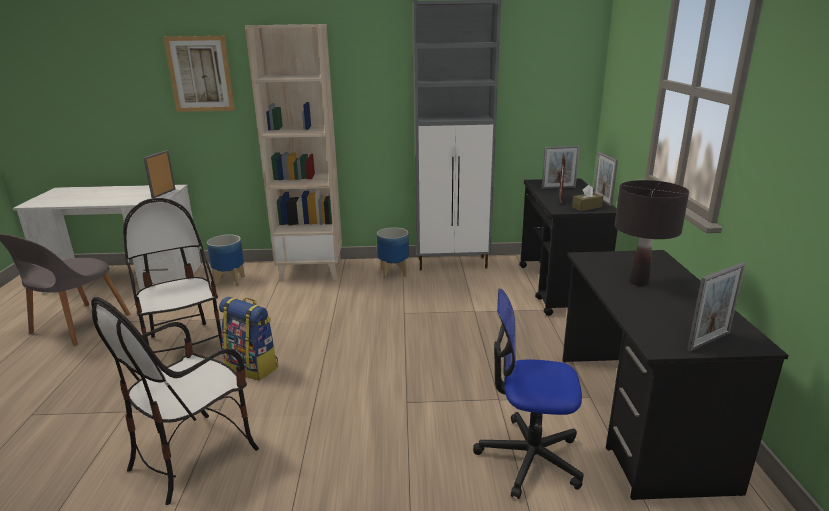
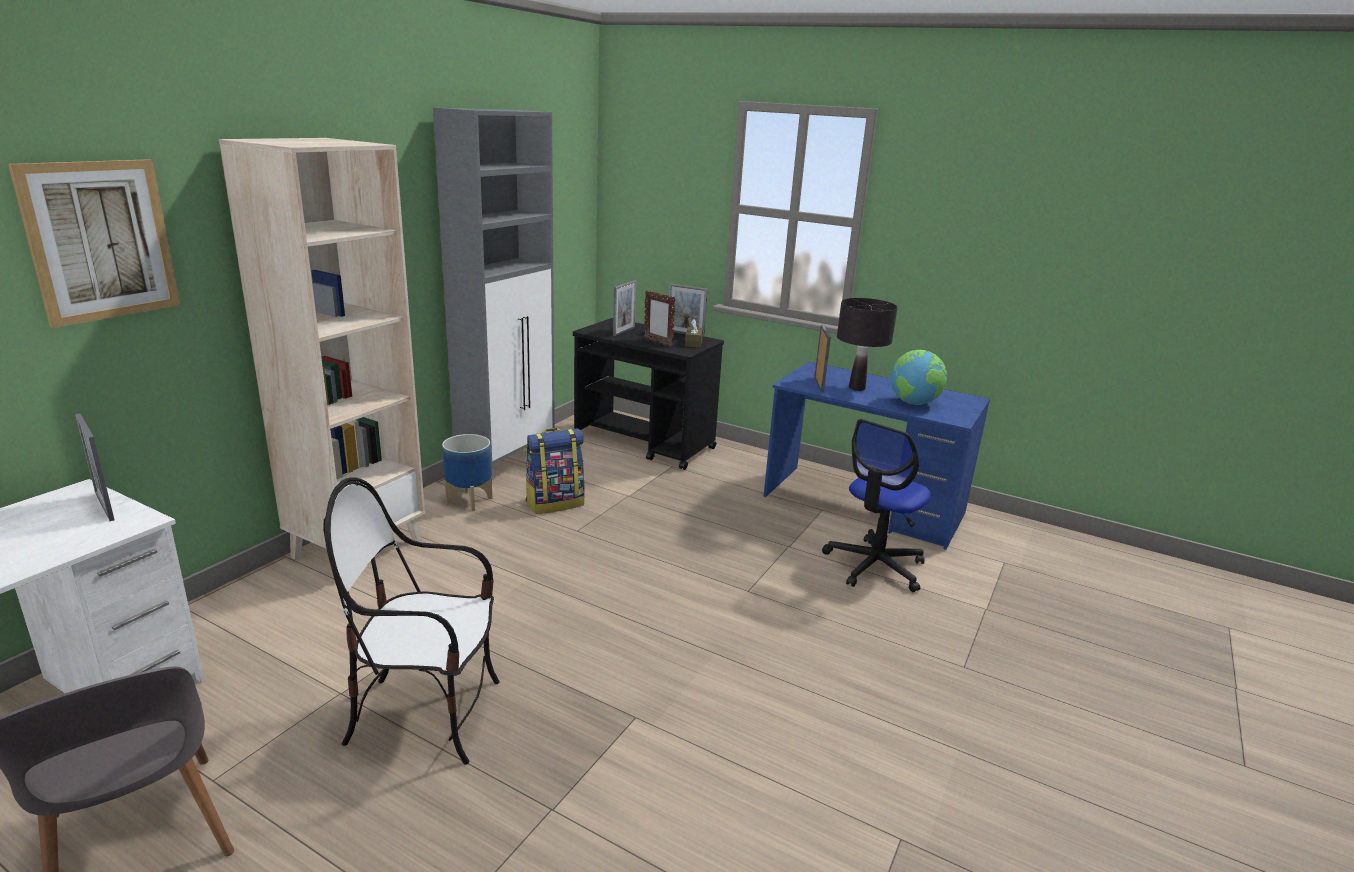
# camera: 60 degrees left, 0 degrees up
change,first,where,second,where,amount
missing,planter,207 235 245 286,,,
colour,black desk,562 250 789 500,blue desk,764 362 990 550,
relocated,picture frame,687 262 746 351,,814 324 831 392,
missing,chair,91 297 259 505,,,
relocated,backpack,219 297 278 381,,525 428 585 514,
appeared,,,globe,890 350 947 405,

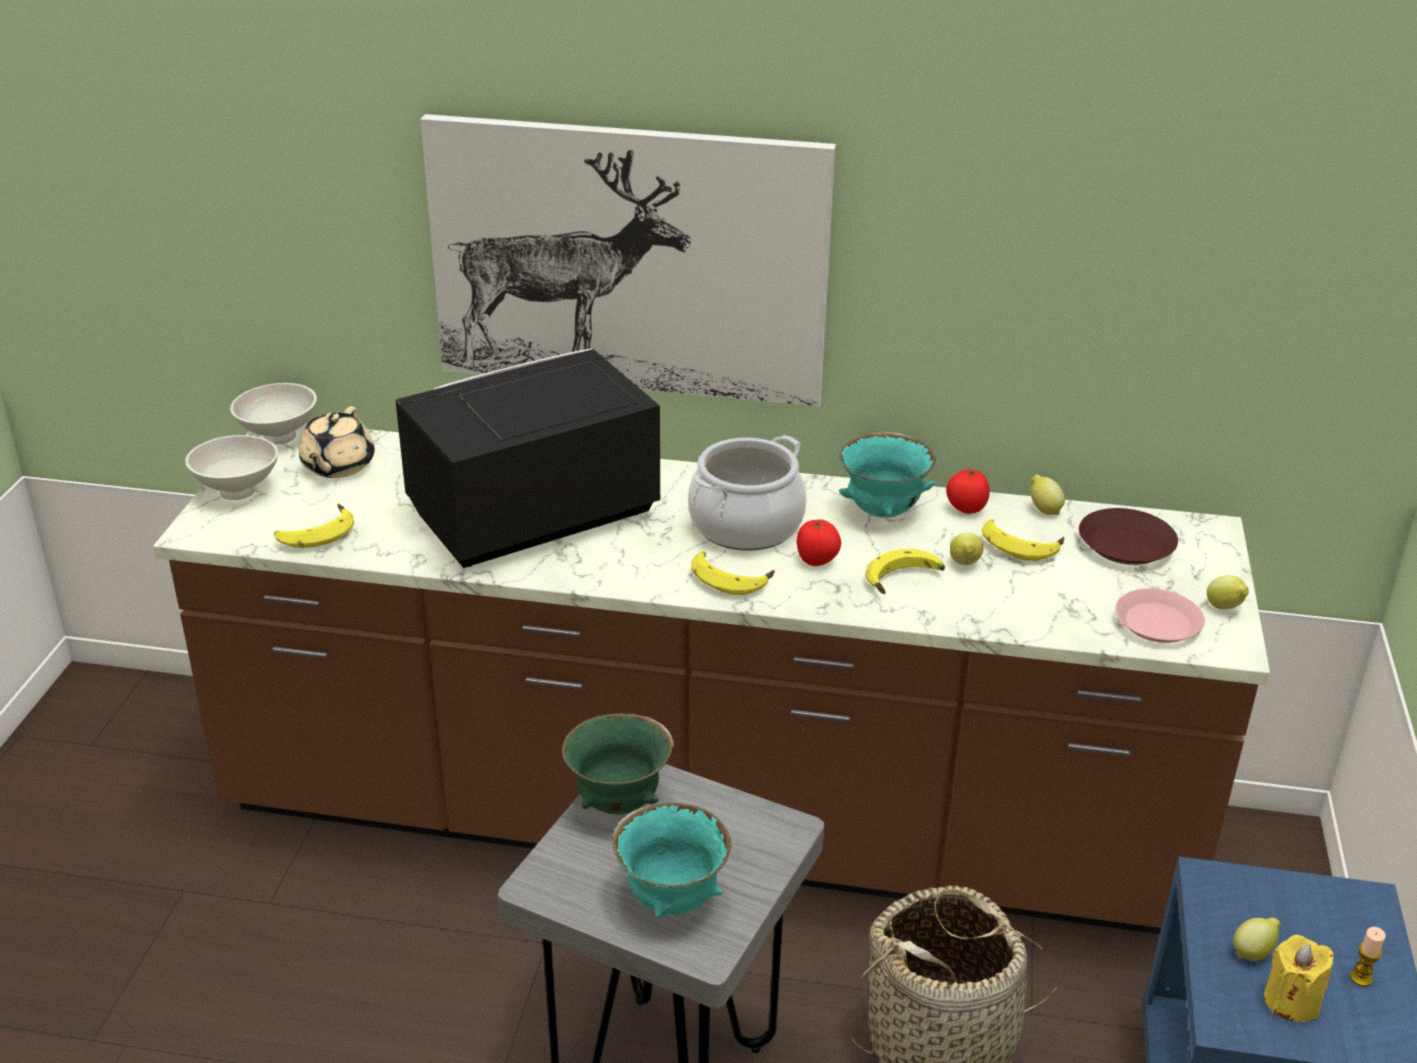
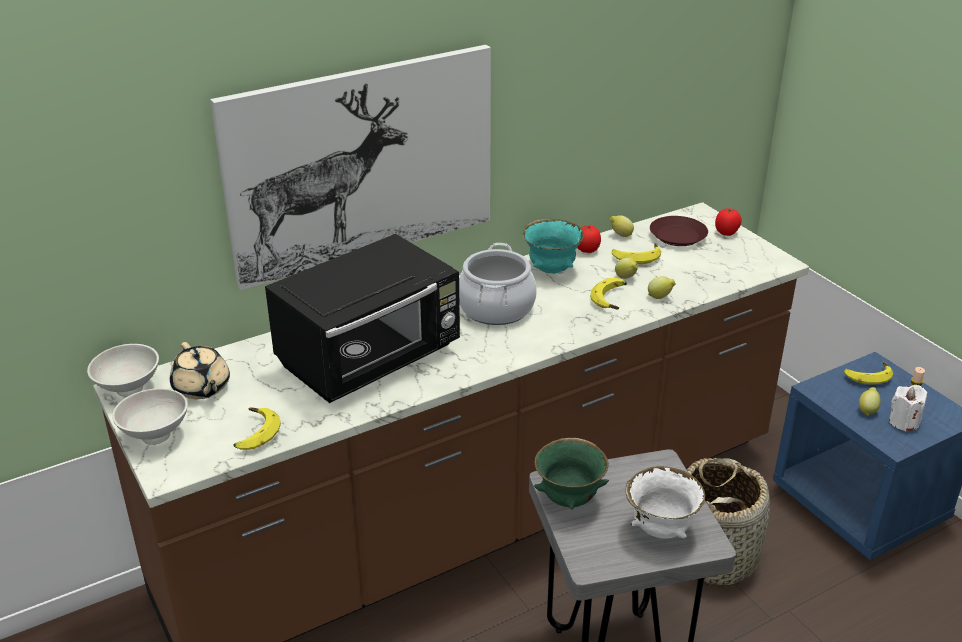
# camera: 40 degrees left, 0 degrees up
change,first,where,second,where,amount
spun,black microwave,395 349 660 568,,265 234 460 403,150 degrees counterclockwise
relocated,tomato,797 520 841 566,,715 208 742 236,
relocated,banana,691 552 775 595,,844 361 893 385,
relocated,lemon,1207 575 1249 610,,648 276 676 299,
missing,pink plate,1115 589 1205 643,,,
colour,turquoise bowl,612 803 732 918,white bowl,625 466 705 539,
colour,yellow candle,1264 935 1333 1022,white candle,889 385 927 432,

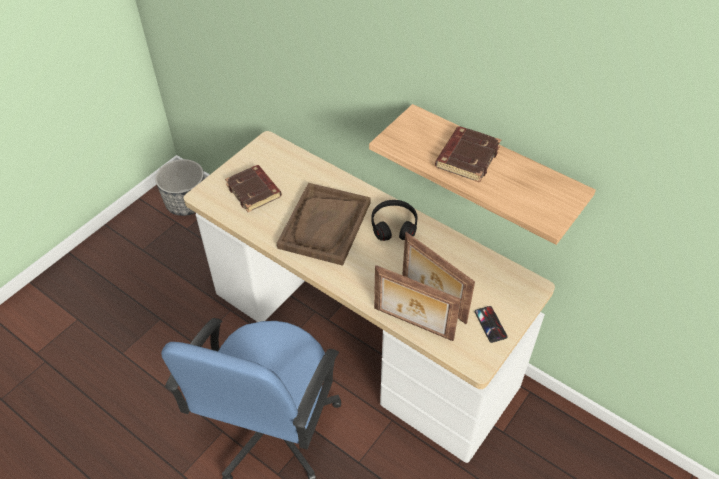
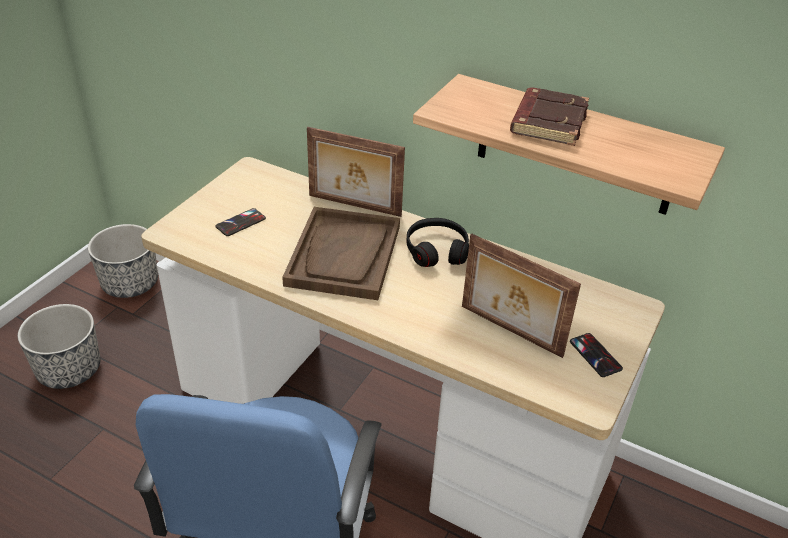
# camera: 10 degrees left, 10 degrees down
change,first,where,second,where,amount
exchanged,brown book,225 165 282 212,phone,215 208 266 236,
relocated,picture frame,374 265 461 341,,307 127 405 217,
appeared,,,planter,18 304 101 389,

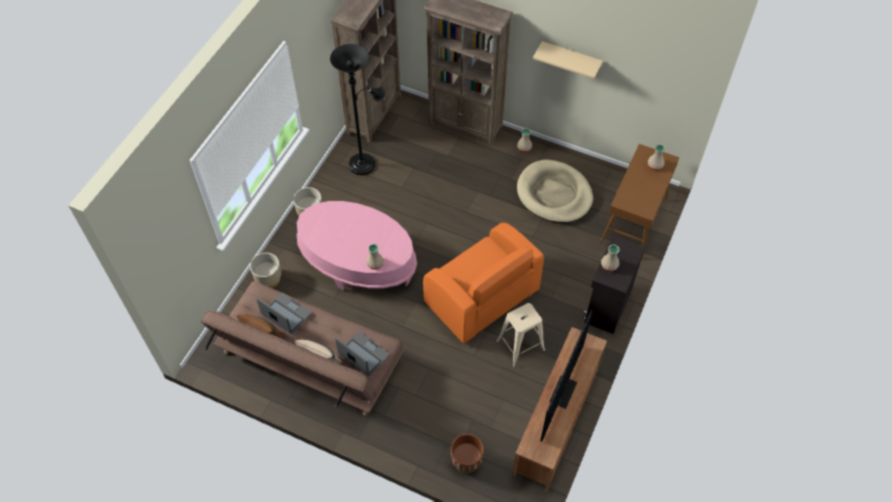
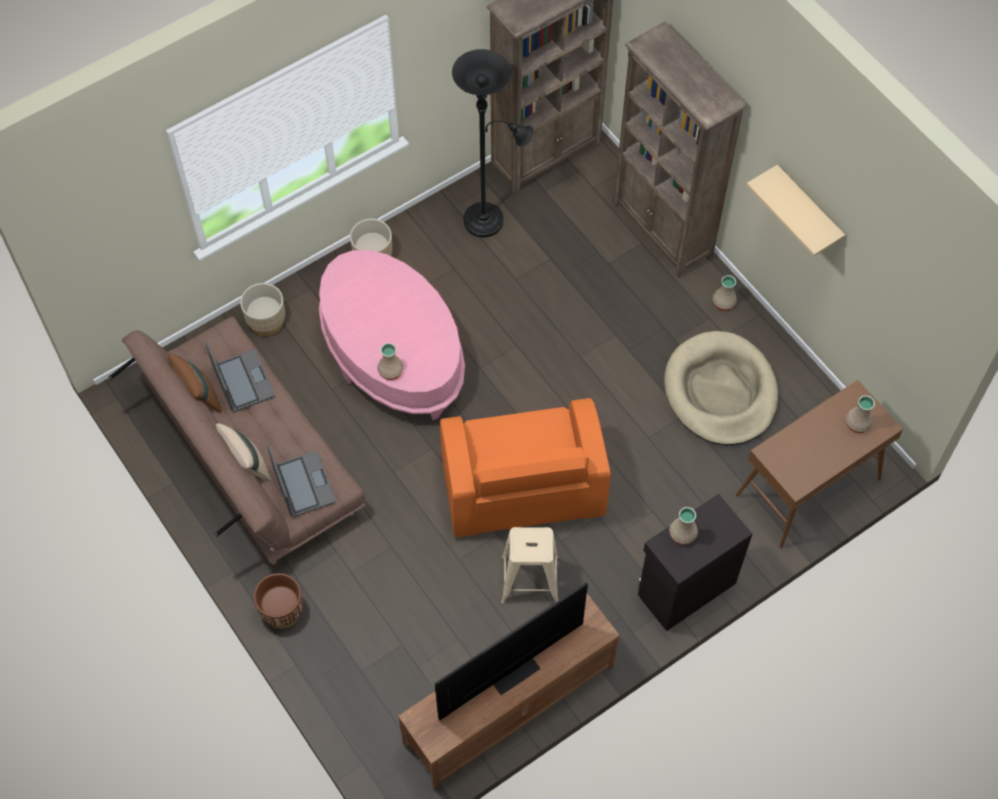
# camera: 30 degrees right, 5 degrees up
change,first,where,second,where,amount
relocated,brown planter,451 434 484 473,,254 573 303 628,

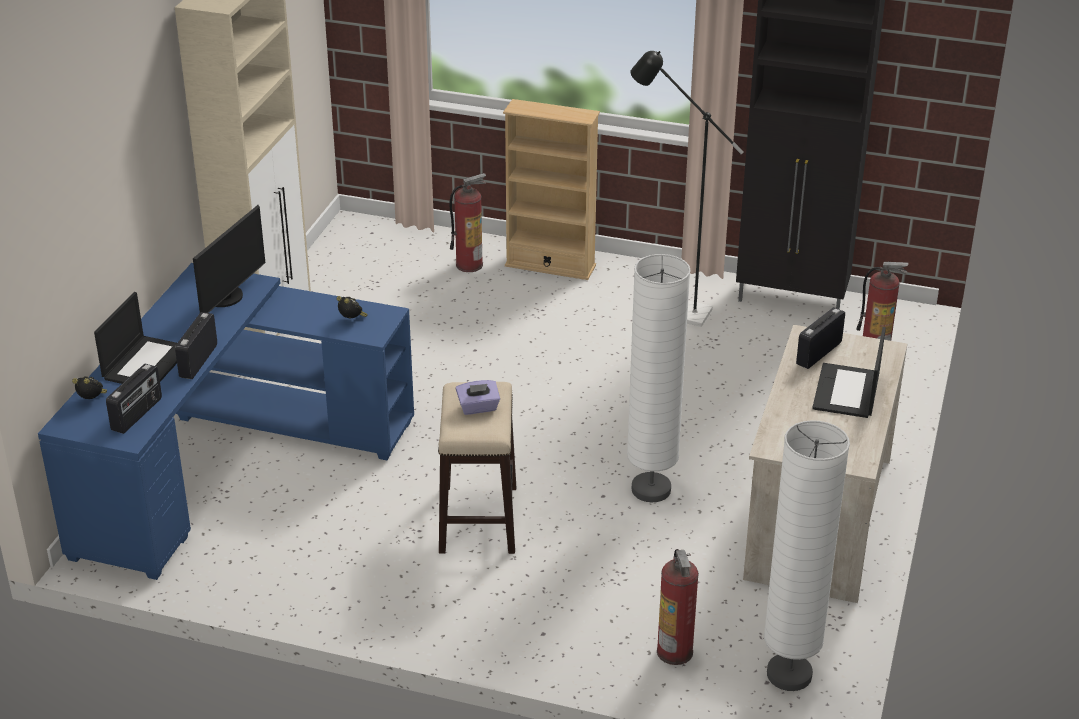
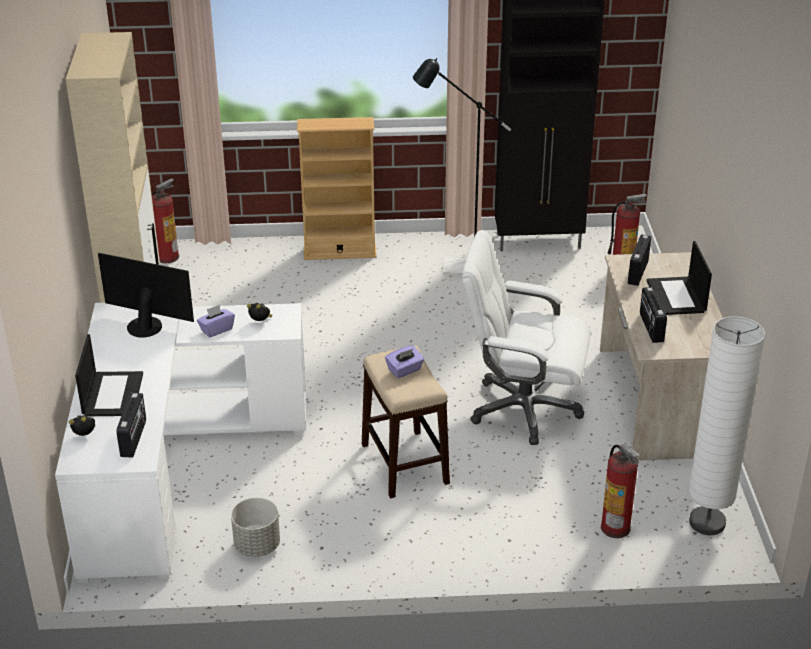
# camera: 20 degrees left, 0 degrees up
change,first,where,second,where,amount
relocated,fire extinguisher,449 173 486 272,,151 178 179 263,
spun,monitor,193 205 265 313,,98 253 194 338,75 degrees counterclockwise
exchanged,white floor lamp,627 254 691 502,white office chair,462 230 591 445,
colour,blue desk,38 263 414 580,white desk,55 303 306 583,
relocated,radio,175 312 217 379,,640 287 667 343,
appeared,,,purple tissue box,197 305 235 338,
appeared,,,grey planter,231 497 280 557,

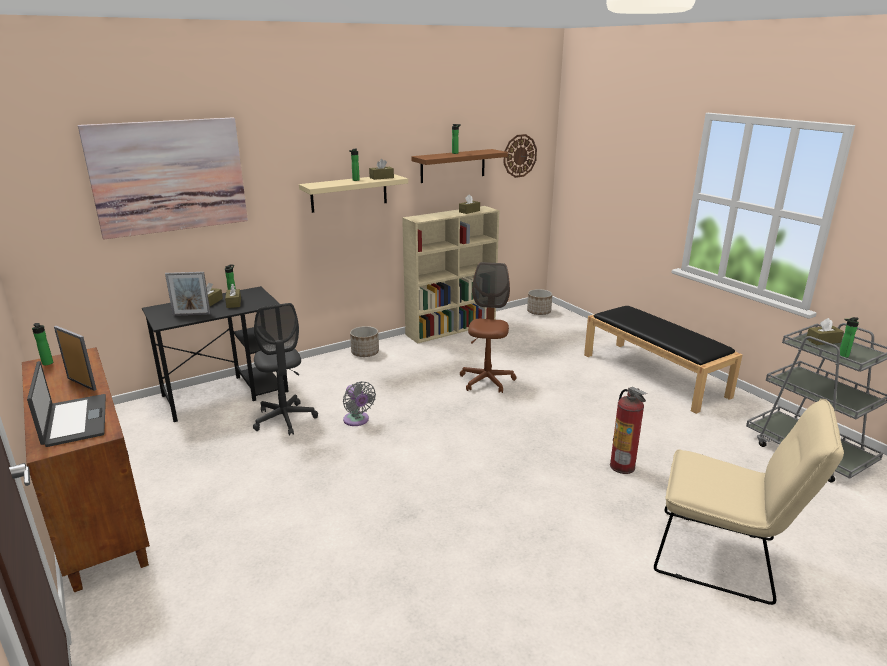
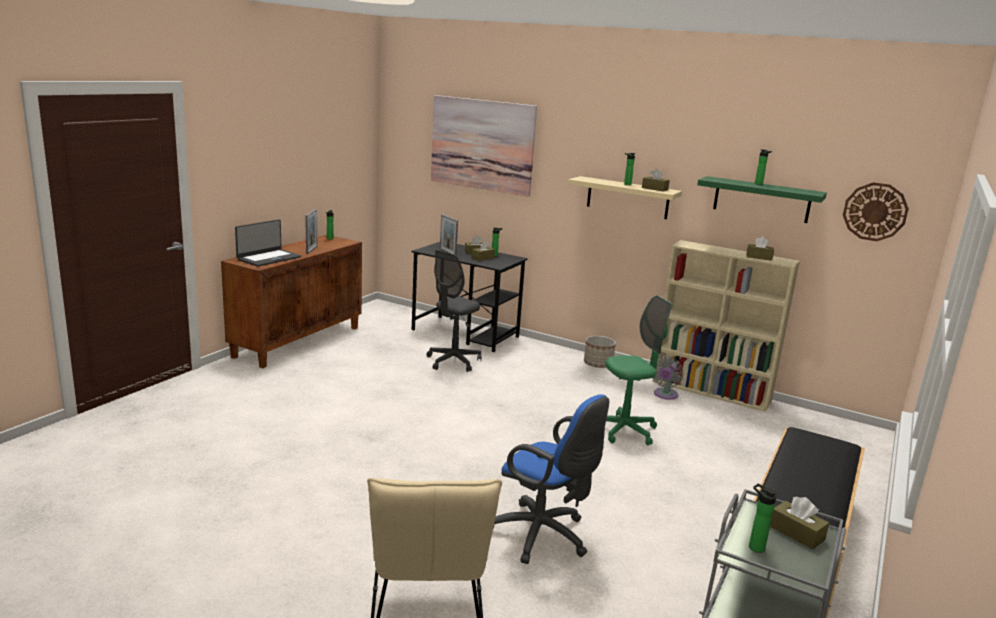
# camera: 60 degrees right, 5 degrees down
change,first,where,second,where,amount
colour,brown shelf,412 149 508 183,green shelf,697 176 827 223,
colour,brown office chair,460 262 517 393,green office chair,605 295 673 446,
missing,planter,527 289 552 315,,,
relocated,grey fan,343 381 376 426,,653 356 683 400,
exchanged,fire extinguisher,610 387 647 474,blue office chair,493 394 609 564,

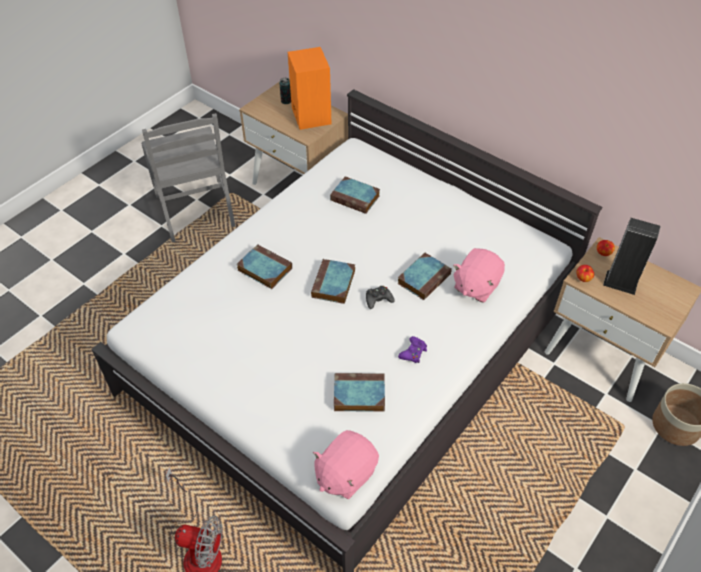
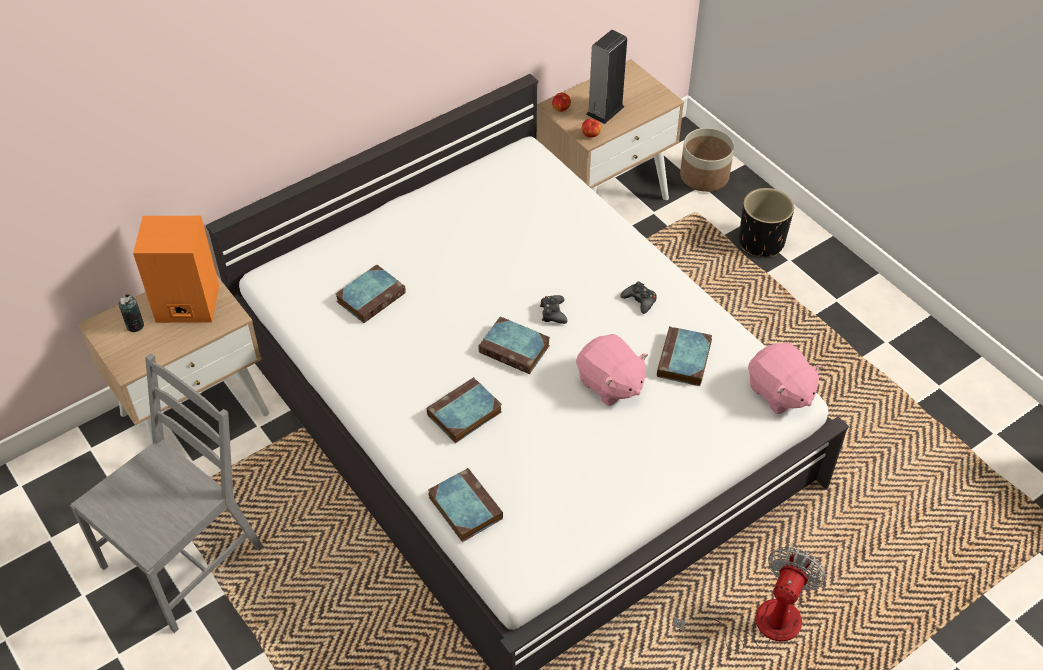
# camera: 75 degrees left, 0 degrees up
change,first,where,second,where,amount
spun,grey chair,141 113 235 242,,70 353 264 633,45 degrees counterclockwise
relocated,pink plush toy,453 248 505 303,,576 334 648 406,
relocated,book,398 253 452 300,,428 468 503 542,
colour,purple game controller,398 336 427 363,black game controller,620 281 656 314,
appeared,,,black planter,739 188 794 257,

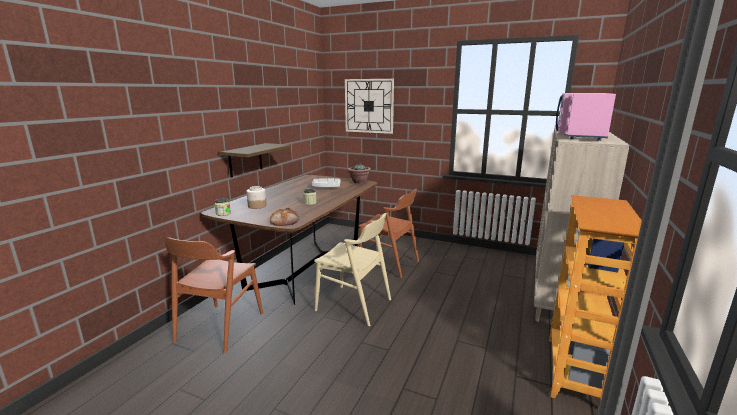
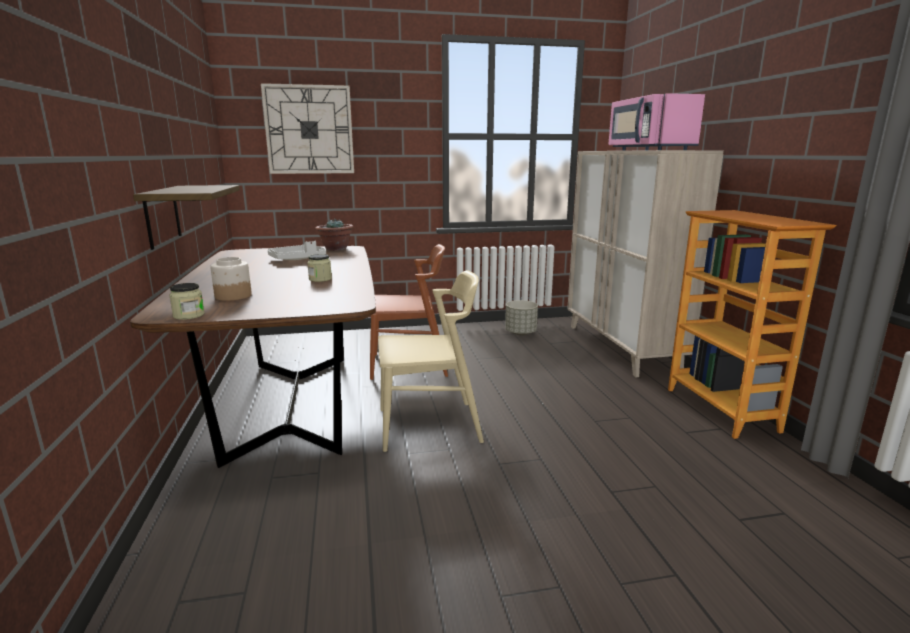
# camera: 35 degrees left, 0 degrees up
change,first,where,second,where,amount
missing,bread,270 208 299 226,,,
missing,brown chair,165 237 263 353,,,
appeared,,,grey planter,505 300 538 335,

